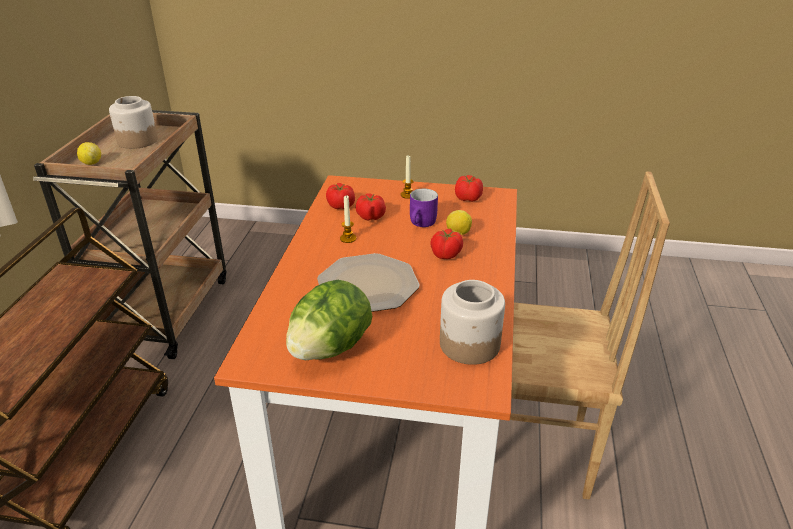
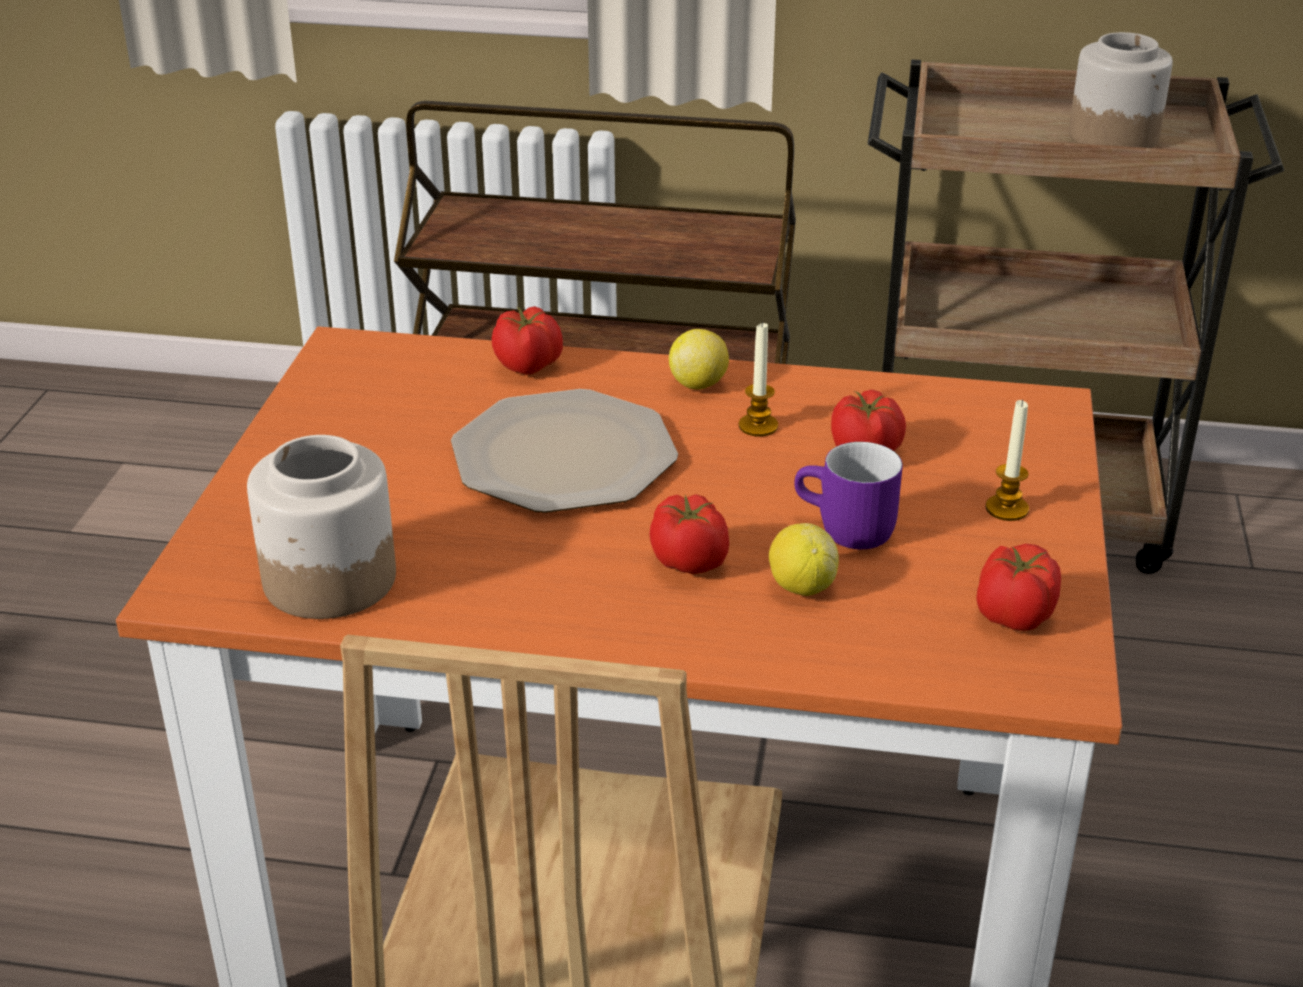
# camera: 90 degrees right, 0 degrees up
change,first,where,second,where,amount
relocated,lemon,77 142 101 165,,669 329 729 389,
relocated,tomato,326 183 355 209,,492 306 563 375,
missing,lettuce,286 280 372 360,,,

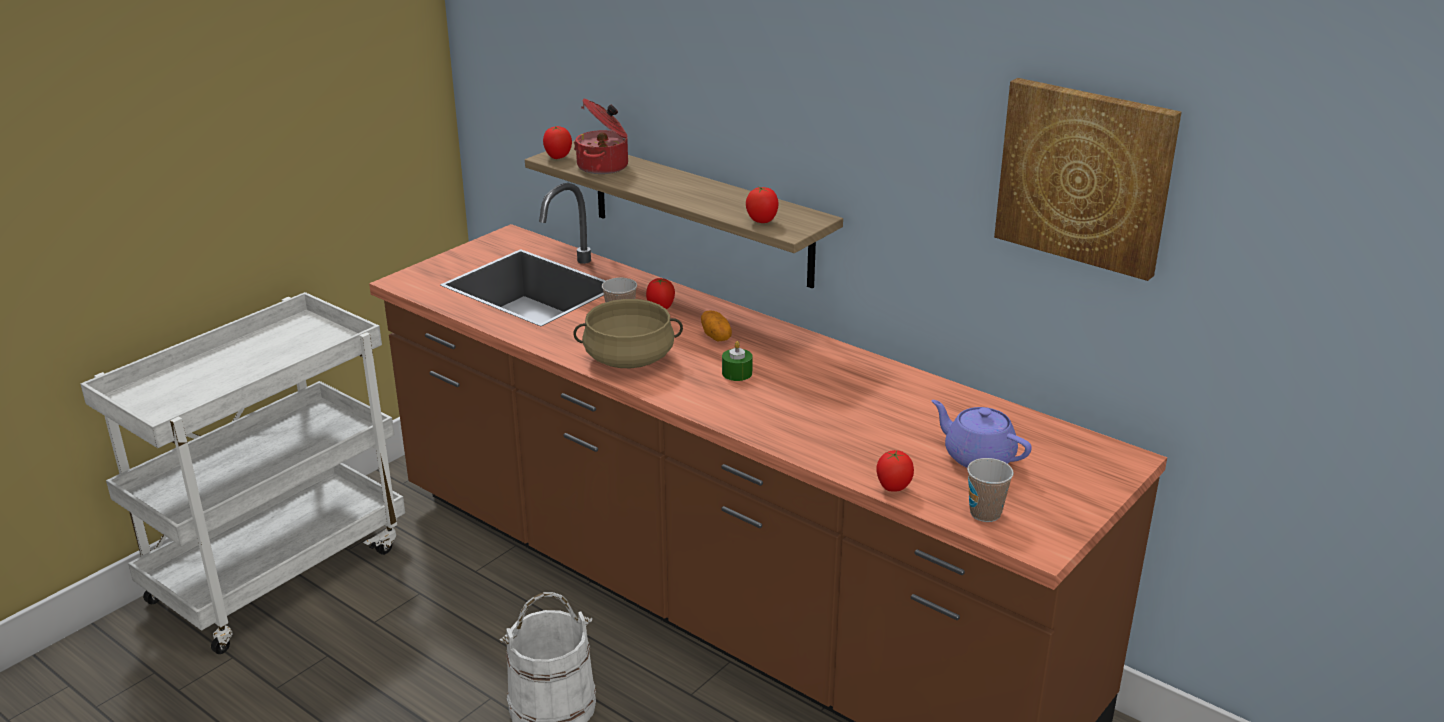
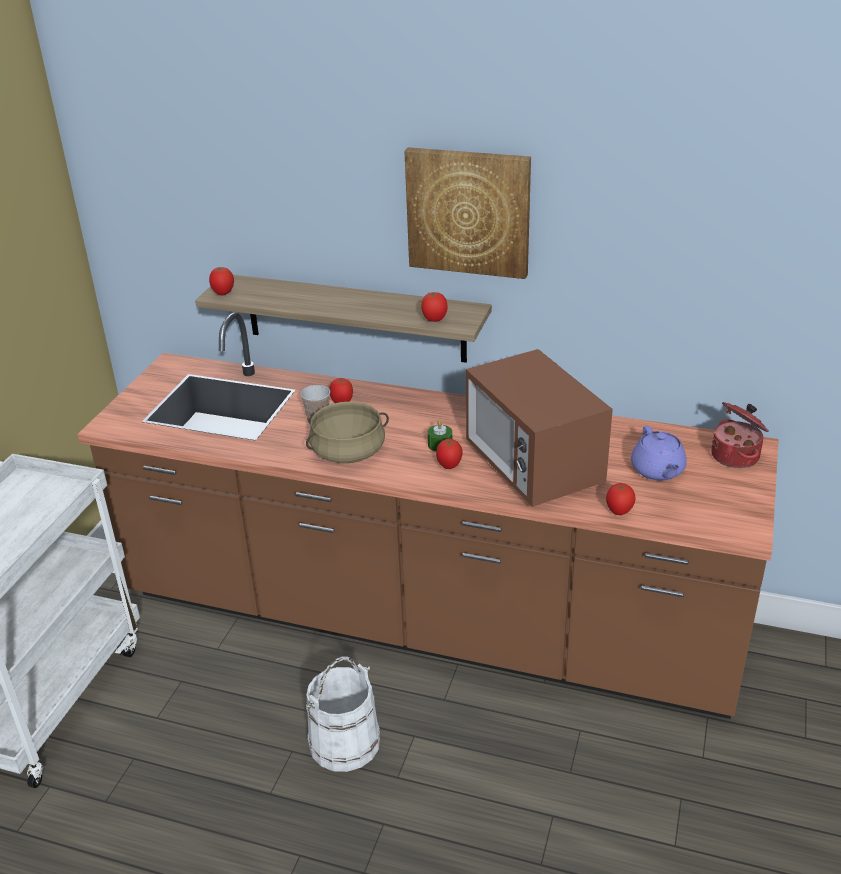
# camera: 20 degrees left, 5 degrees up
change,first,where,second,where,amount
relocated,picture,994 78 1181 281,,404 147 531 279,
relocated,cooking pot,574 99 628 174,,711 402 769 468,
missing,potato,701 310 732 341,,,
spun,purple teapot,931 400 1032 468,,631 426 687 481,120 degrees counterclockwise
missing,cup,967 458 1014 522,,,
appeared,,,microwave,466 349 613 507,
appeared,,,tomato,436 439 462 469,

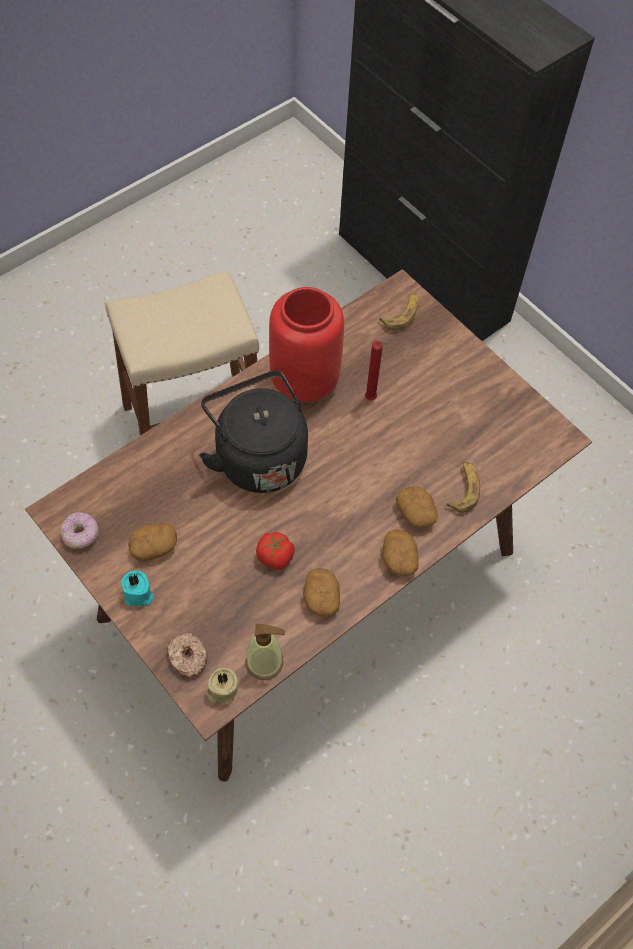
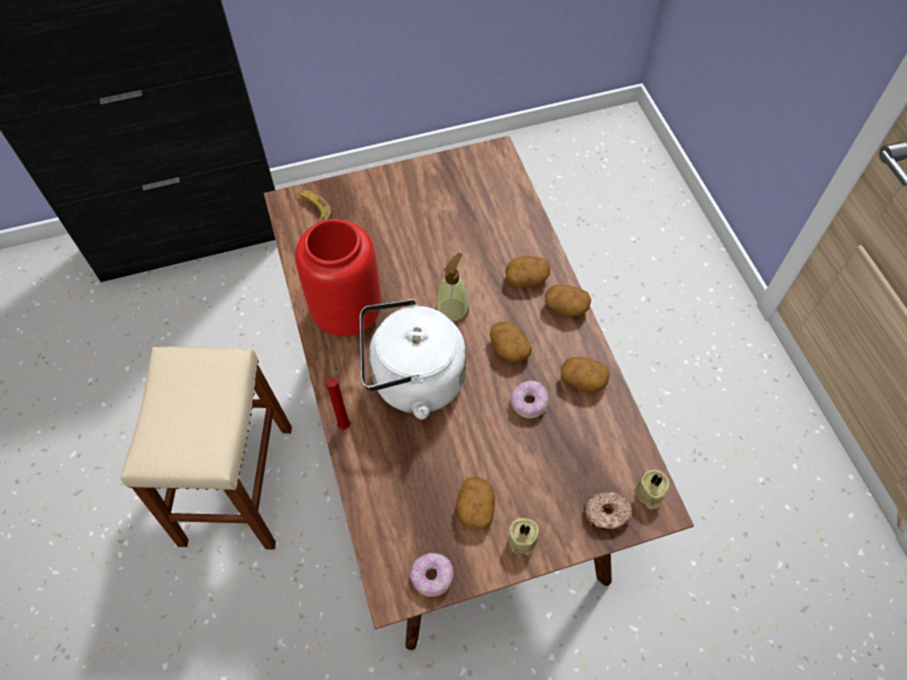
# camera: 65 degrees left, 0 degrees up
change,first,where,second,where,amount
relocated,red candle,365 341 388 401,,326 369 351 430,
colour,black kettle,199 370 308 493,white kettle,360 299 466 420,
missing,banana,446 462 480 513,,,
exchanged,tomato,256 532 295 570,donut,510 381 549 418,
colour,turquoise candle,121 570 154 606,beige candle,509 518 539 555,
relocated,soap dispenser,245 624 285 680,,436 253 469 324,
appeared,,,potato,490 321 532 363,

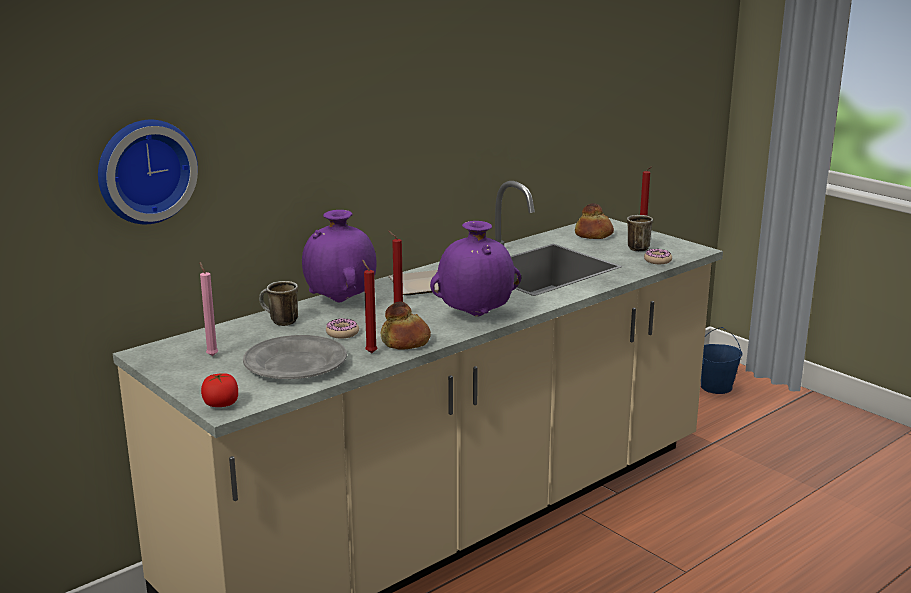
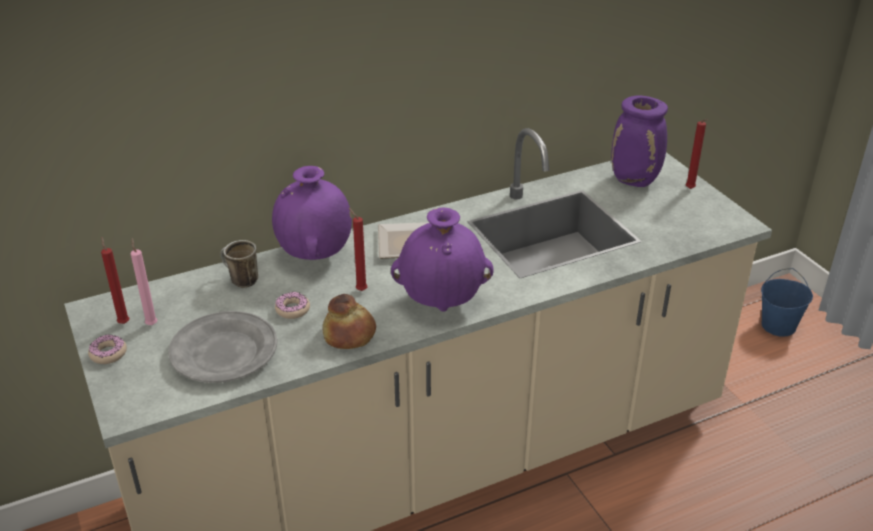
# camera: 15 degrees right, 15 degrees up
change,first,where,second,where,amount
missing,wall clock,98 120 198 224,,,
exchanged,bread,575 203 614 239,purple vase,611 95 668 187,
missing,mug,627 215 653 252,,,
relocated,donut,644 249 672 264,,88 334 127 364,
relocated,red candle,362 259 377 353,,101 237 129 324,
missing,tomato,201 373 238 407,,,

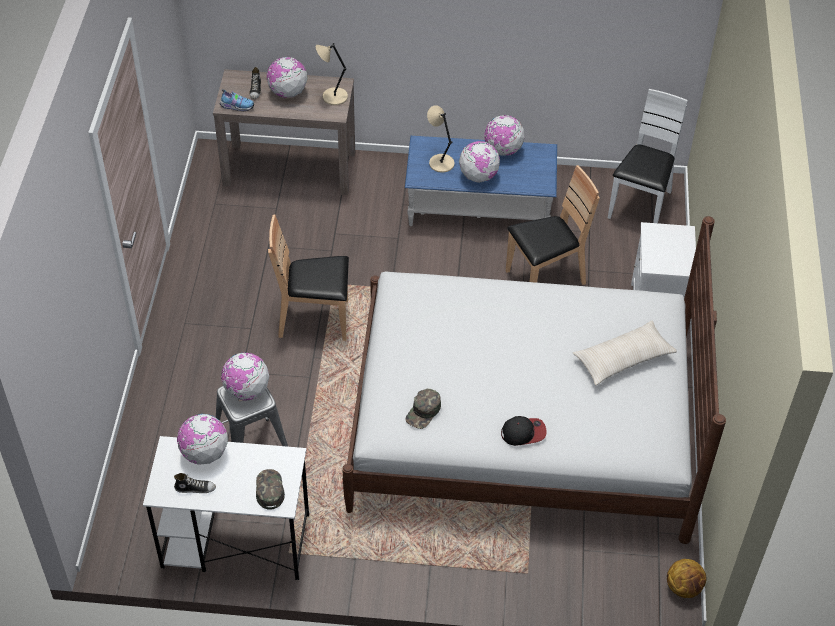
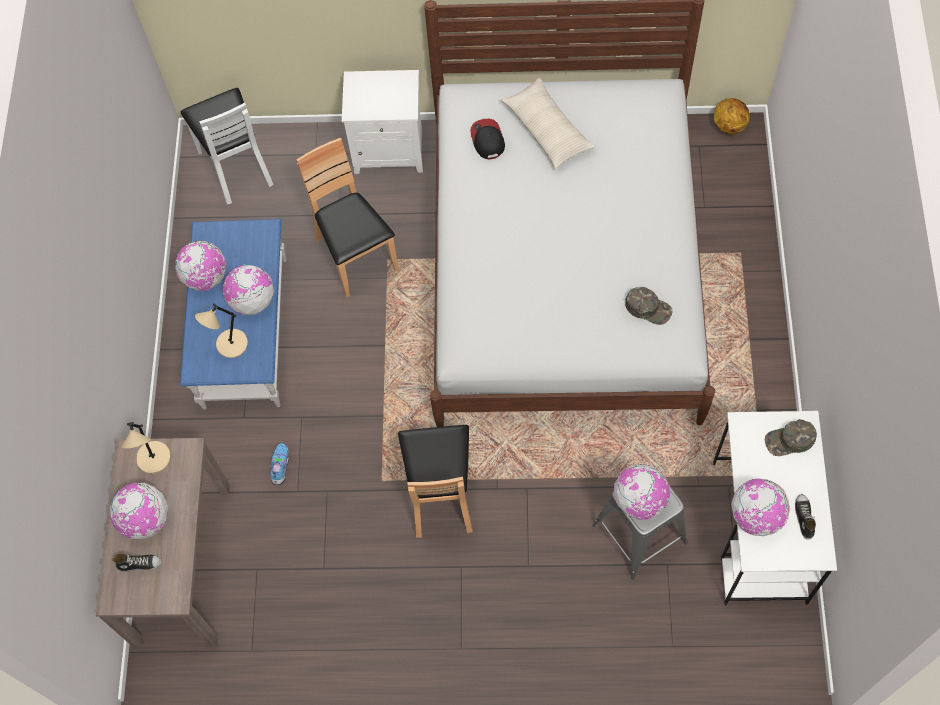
# camera: 90 degrees left, 15 degrees up
change,first,where,second,where,amount
relocated,shoe,220 89 254 111,,270 443 289 485,
spun,white chair,608 89 688 223,,181 88 274 205,135 degrees counterclockwise
relocated,cap,501 416 547 446,,471 119 505 159,

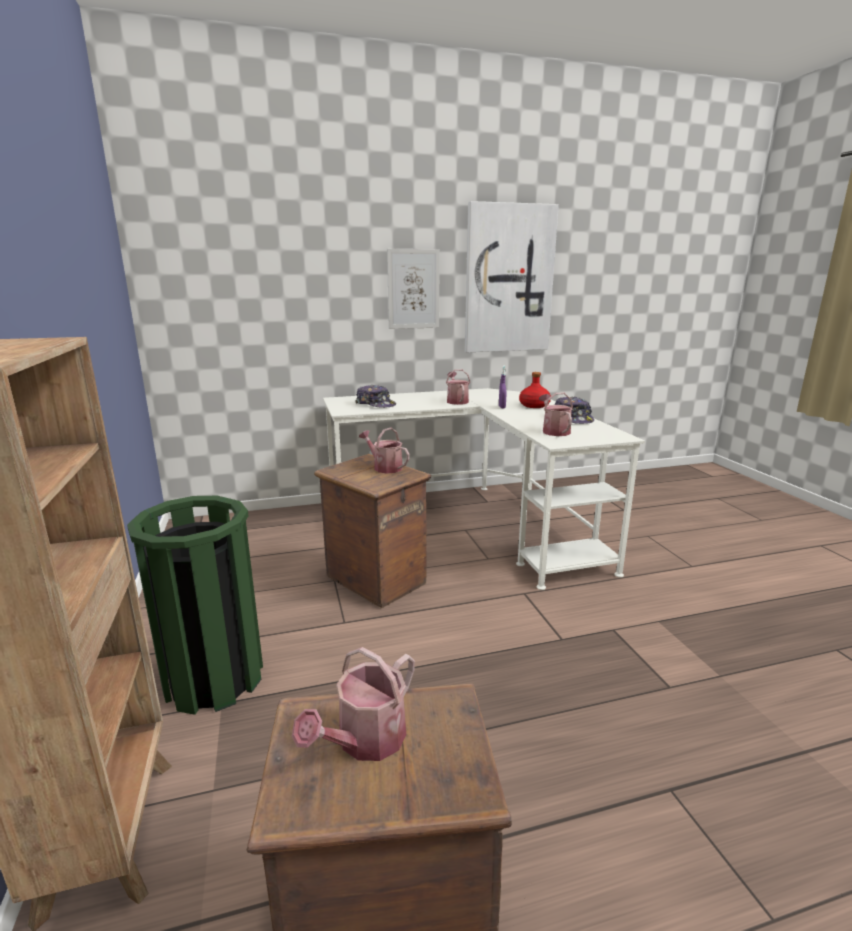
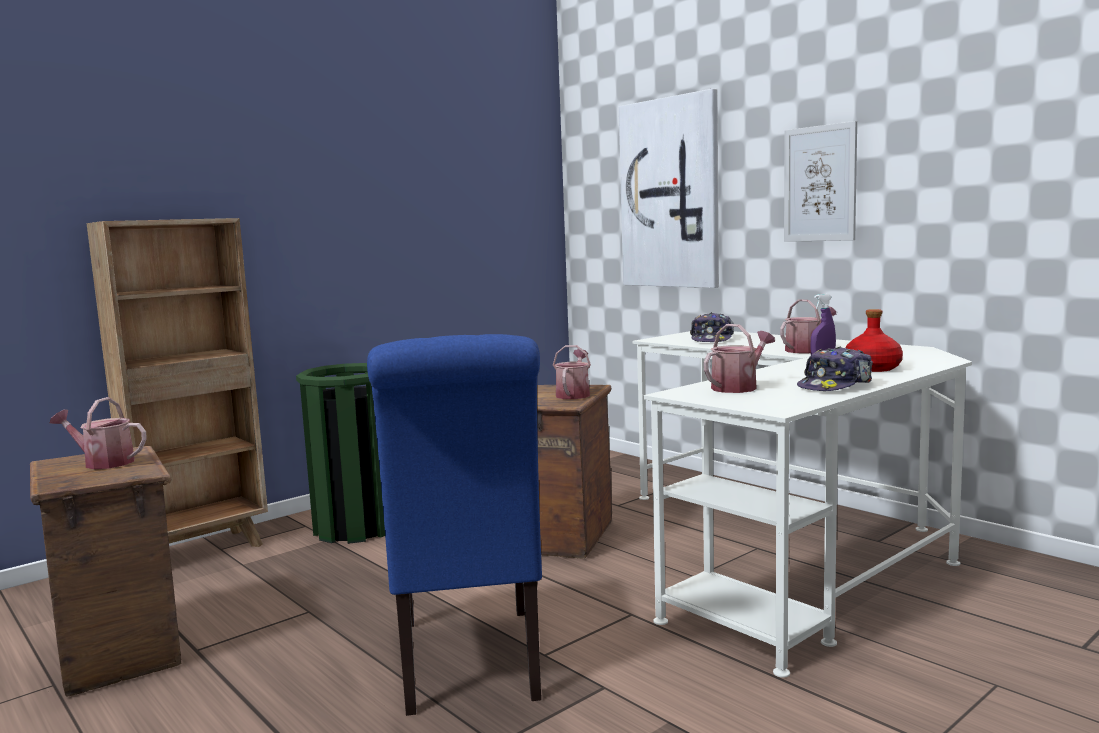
# camera: 65 degrees right, 10 degrees down
change,first,where,second,where,amount
relocated,picture,465 201 559 352,,619 89 719 288,
appeared,,,blue chair,367 334 542 716,

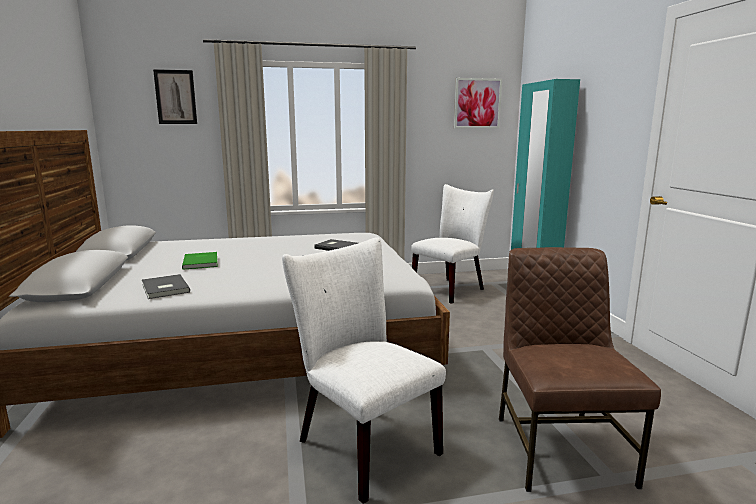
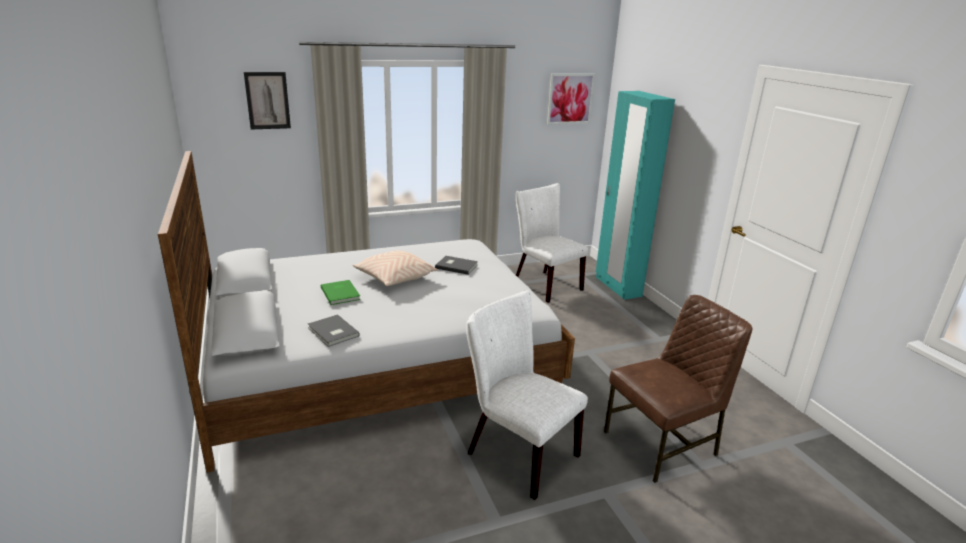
# camera: 10 degrees left, 10 degrees up
change,first,where,second,where,amount
spun,white chair,411 184 494 304,,516 183 588 303,75 degrees counterclockwise
spun,brown chair,499 247 661 492,,604 295 752 483,75 degrees clockwise
appeared,,,beige pillow,353 250 437 286,

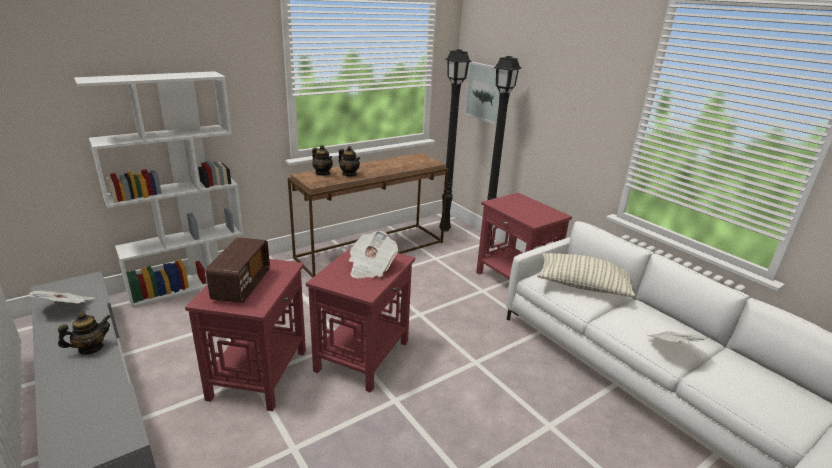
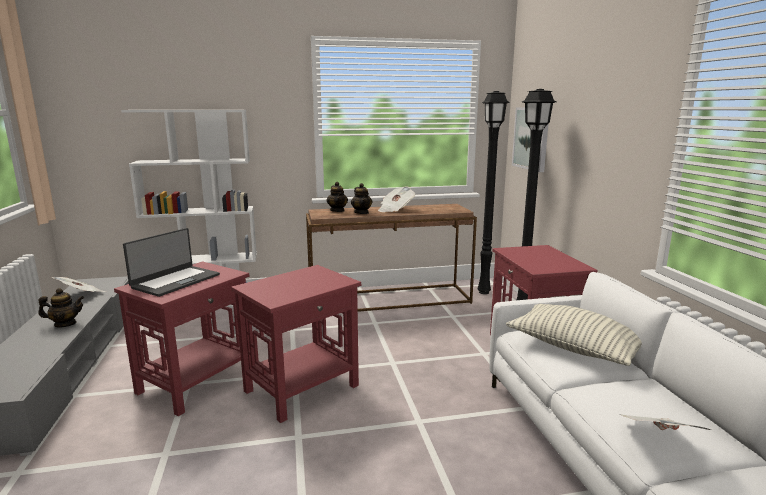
# camera: 25 degrees right, 10 degrees down
change,first,where,second,where,amount
relocated,newspaper,349 231 398 278,,378 186 415 212,
exchanged,radio,206 237 270 303,laptop,123 228 220 297,

